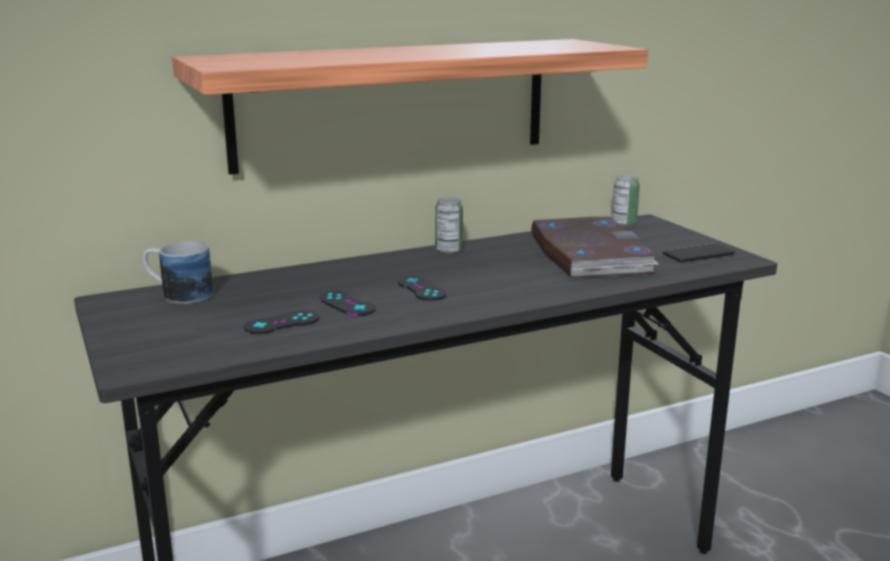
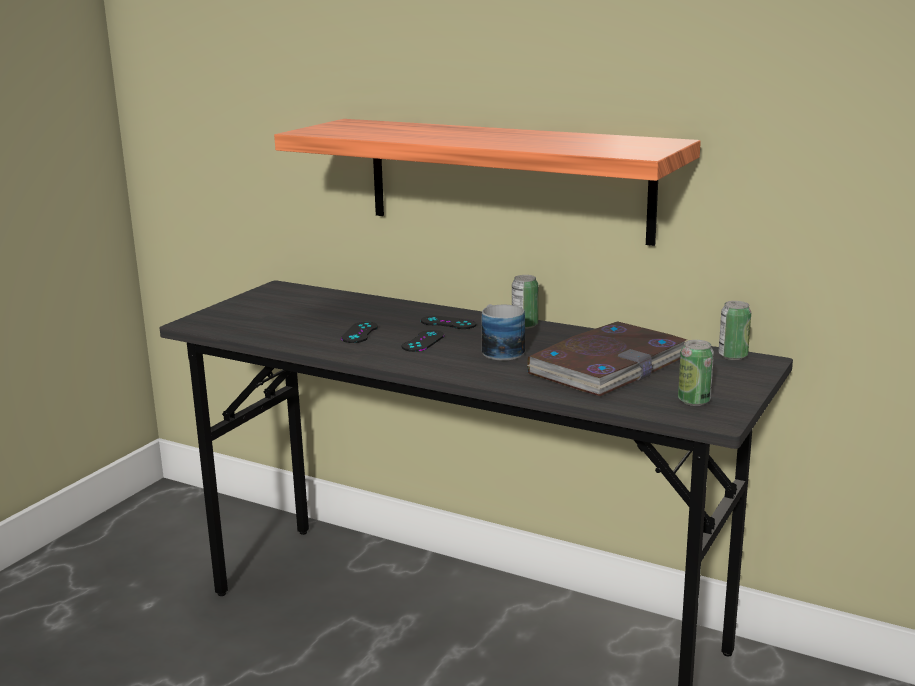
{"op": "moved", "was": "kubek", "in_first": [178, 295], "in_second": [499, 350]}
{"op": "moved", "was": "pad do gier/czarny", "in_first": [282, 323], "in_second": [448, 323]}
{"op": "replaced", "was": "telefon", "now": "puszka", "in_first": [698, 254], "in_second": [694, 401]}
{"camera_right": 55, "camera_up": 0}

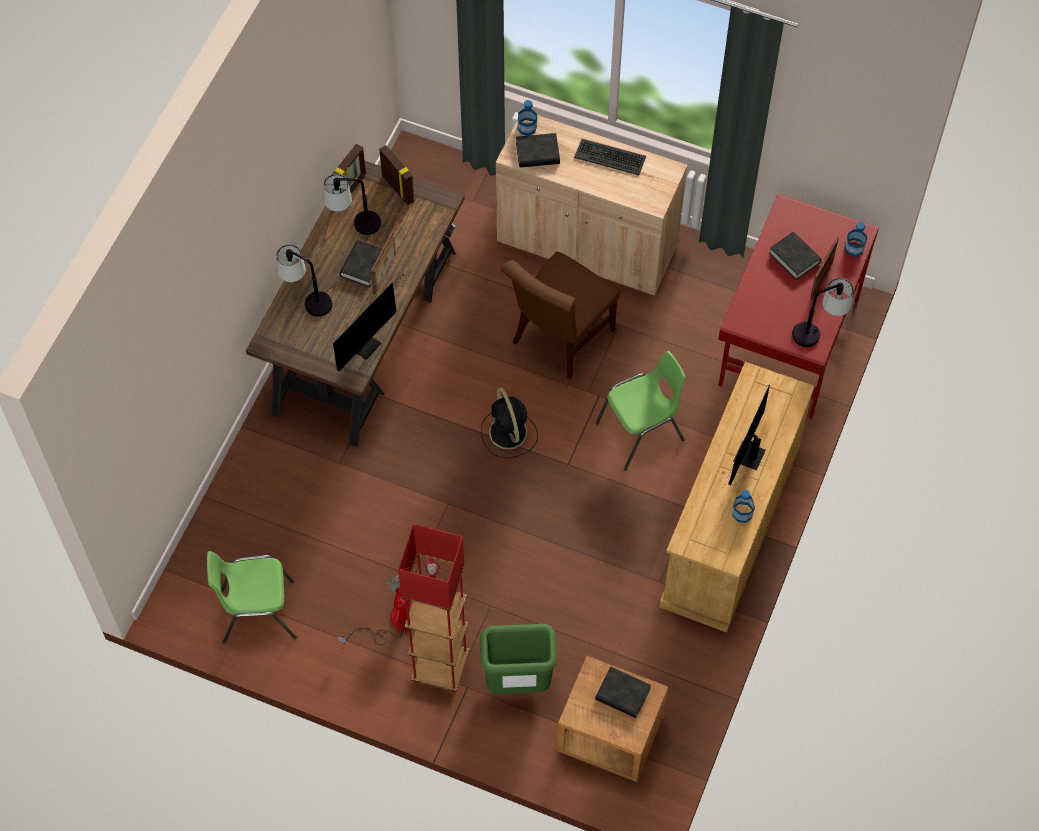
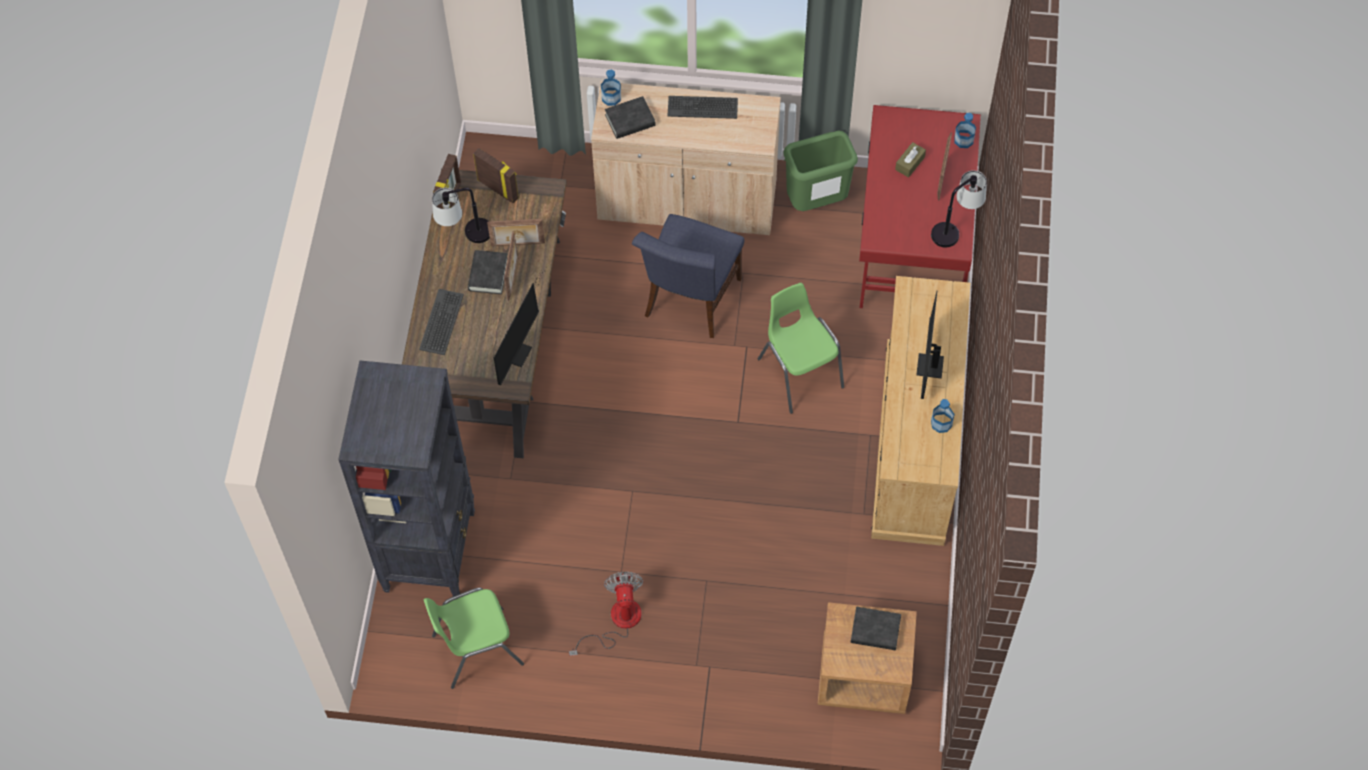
{"op": "replaced", "was": "lampa stołowa", "now": "klawiatura", "in_first": [306, 299], "in_second": [442, 322]}
{"op": "removed", "was": "lampa stojąca/czerwony", "in_first": [440, 667]}
{"op": "moved", "was": "kosz na śmieci/zielony", "in_first": [518, 683], "in_second": [816, 203]}
{"op": "removed", "was": "wentylator/czarny", "in_first": [508, 434]}
{"op": "recoloured", "was": "krzesło/brązowy", "now": "krzesło/niebieski", "in_first": [559, 340], "in_second": [690, 302]}
{"op": "turned", "was": "krzesło/zielony", "in_first": [641, 432], "in_second": [799, 372], "clockwise": -75}
{"op": "replaced", "was": "książka/czarny", "now": "pudełko chusteczek/brązowy", "in_first": [794, 258], "in_second": [910, 163]}
{"op": "added", "now": "regał/czarny", "in_second": [430, 550]}
{"op": "added", "now": "ramka na zdjęcie", "in_second": [518, 245]}
{"camera_right": -15, "camera_up": 0}

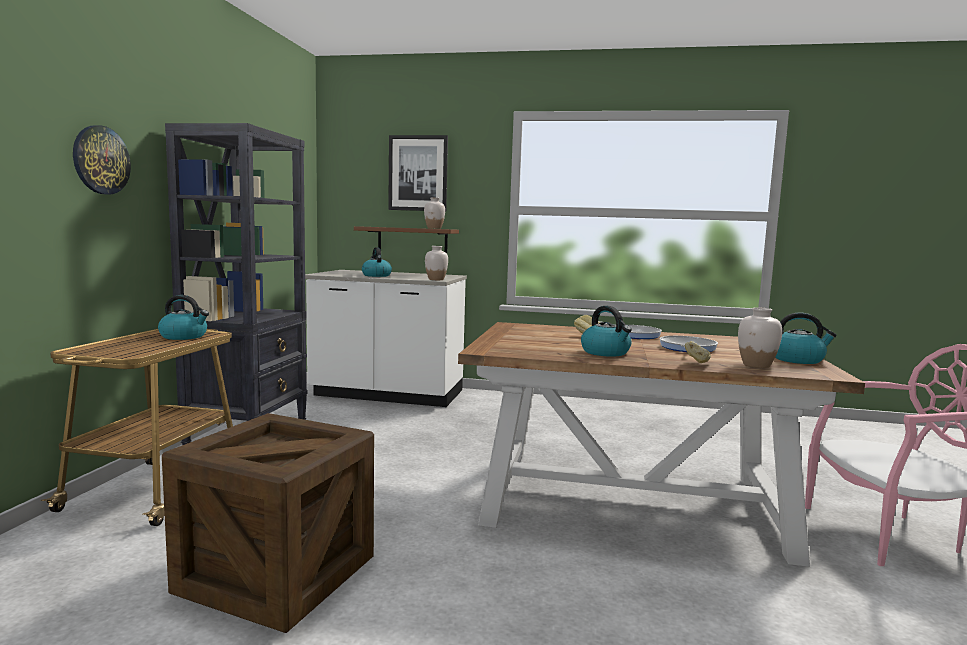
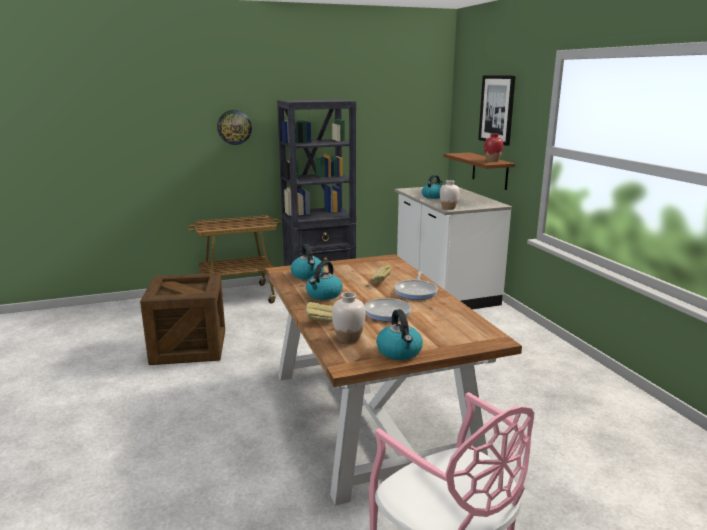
{"op": "moved", "was": "czajnik", "in_first": [184, 336], "in_second": [308, 275]}
{"op": "recoloured", "was": "wazon/biały", "now": "wazon/czerwony", "in_first": [434, 228], "in_second": [492, 161]}
{"camera_right": 60, "camera_up": 10}

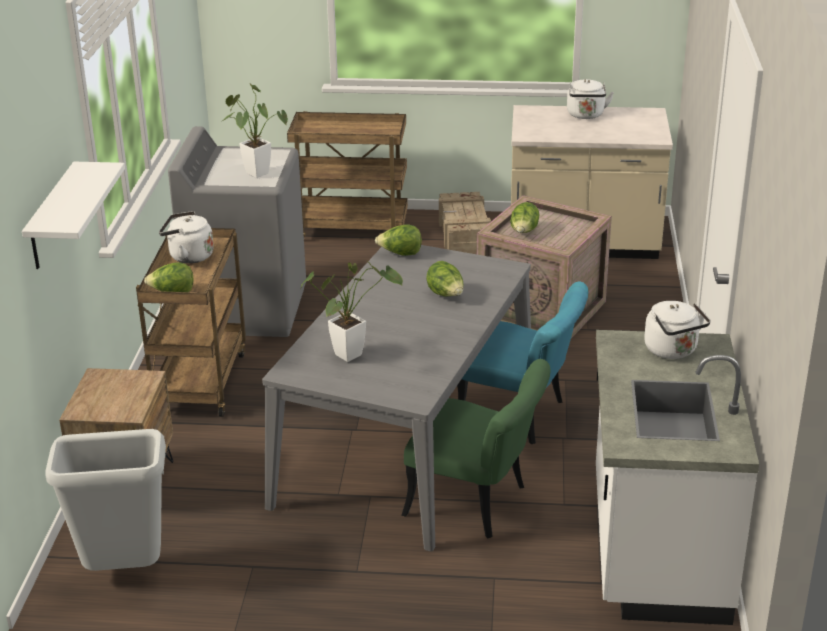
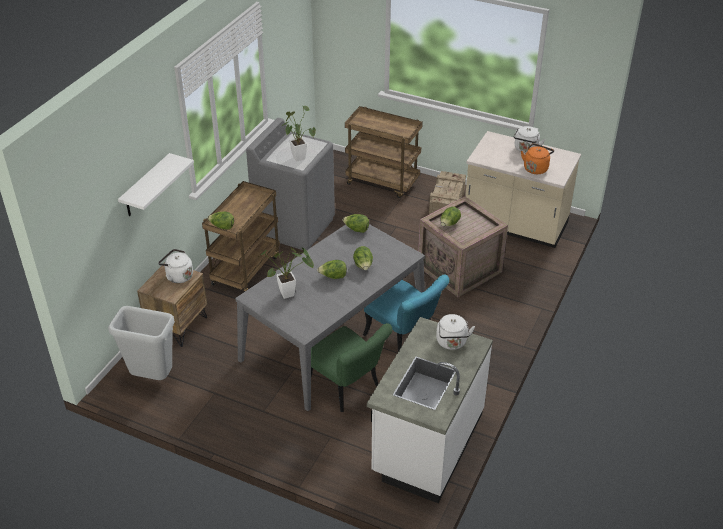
{"op": "moved", "was": "czajnik/biały", "in_first": [188, 256], "in_second": [178, 276]}
{"op": "added", "now": "sałata", "in_second": [333, 277]}
{"op": "added", "now": "czajnik/pomarańczowy", "in_second": [536, 168]}
{"camera_right": 20, "camera_up": 10}

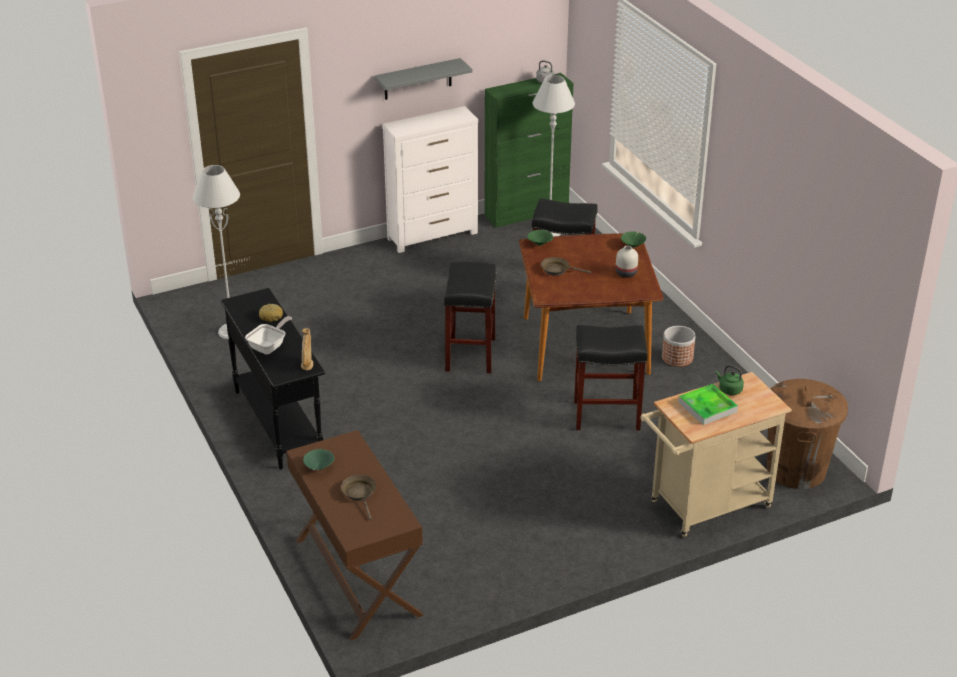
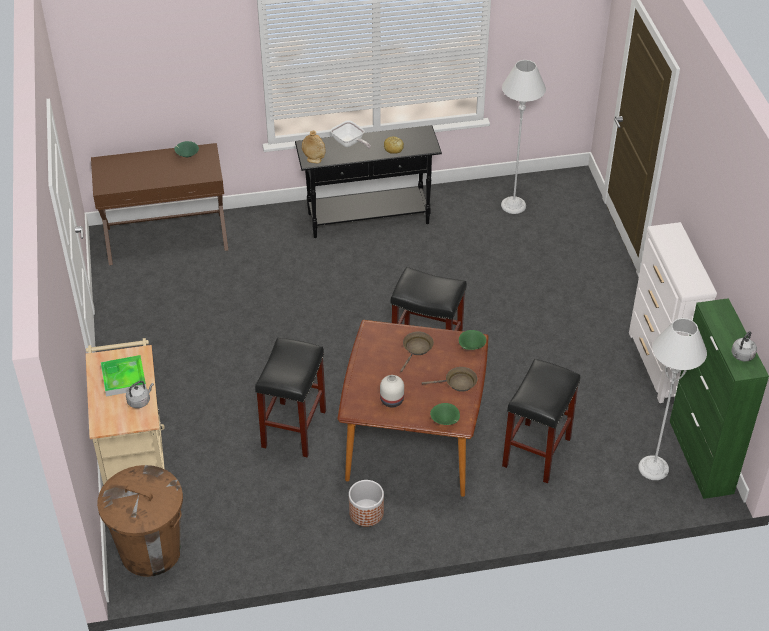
{"op": "moved", "was": "patelnia/brązowy", "in_first": [360, 494], "in_second": [458, 383]}
{"op": "removed", "was": "półka/szary", "in_first": [418, 79]}
{"op": "recoloured", "was": "czajnik/zielony", "now": "czajnik/szary", "in_first": [729, 390], "in_second": [140, 401]}
{"camera_right": 105, "camera_up": 10}

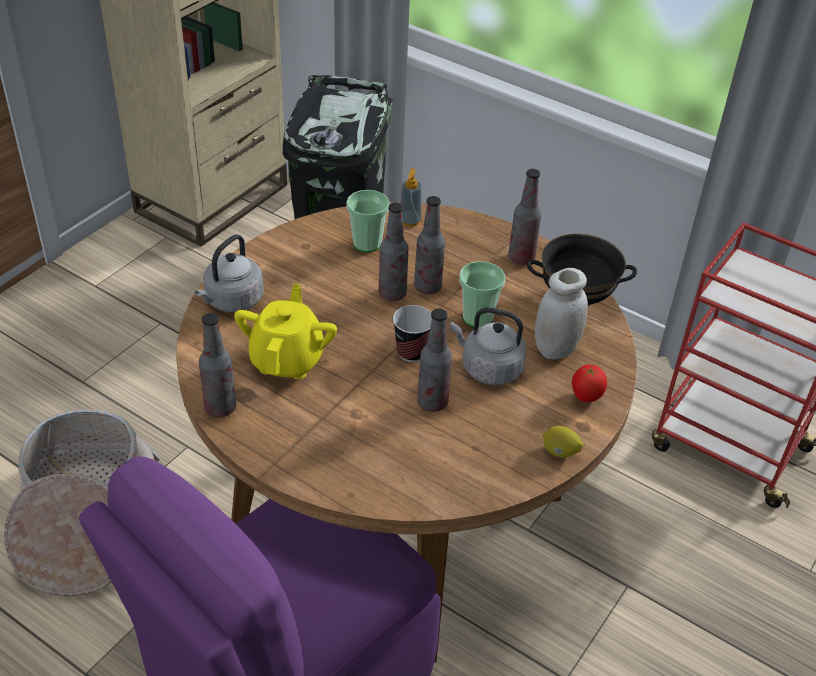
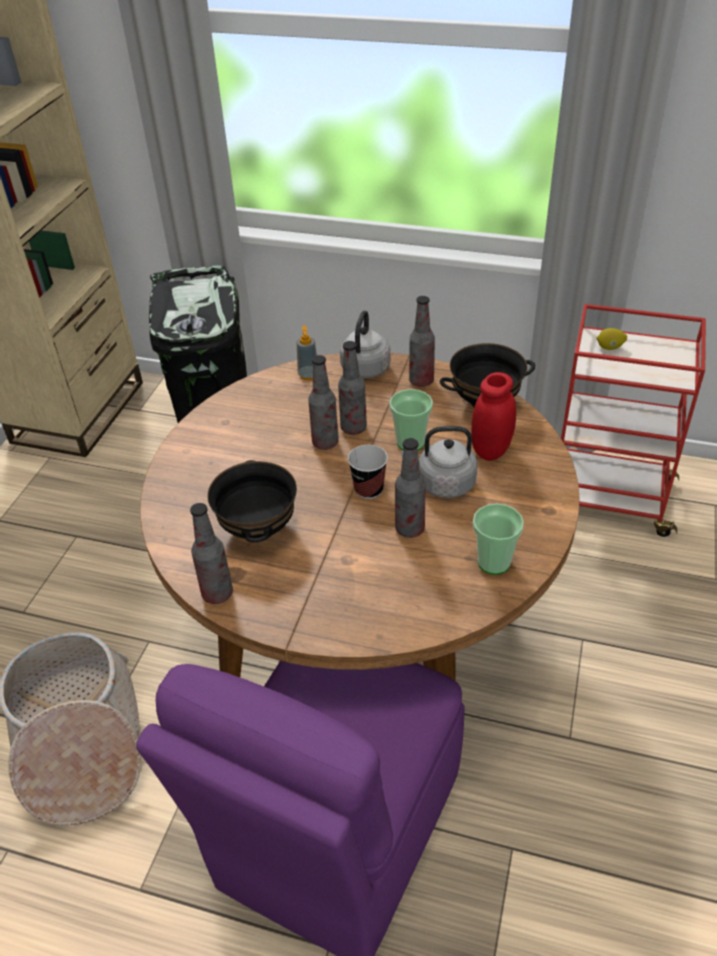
{"op": "moved", "was": "czajnik/szary", "in_first": [232, 301], "in_second": [364, 371]}
{"op": "replaced", "was": "imbryk/żółty", "now": "miska/czarny", "in_first": [287, 360], "in_second": [259, 529]}
{"op": "moved", "was": "filiżanka", "in_first": [367, 243], "in_second": [493, 562]}
{"op": "recoloured", "was": "słoik/biały", "now": "słoik/czerwony", "in_first": [556, 349], "in_second": [491, 450]}
{"op": "moved", "was": "cytryna", "in_first": [560, 452], "in_second": [609, 348]}
{"op": "removed", "was": "pomidor", "in_first": [585, 397]}
{"camera_right": -15, "camera_up": 0}

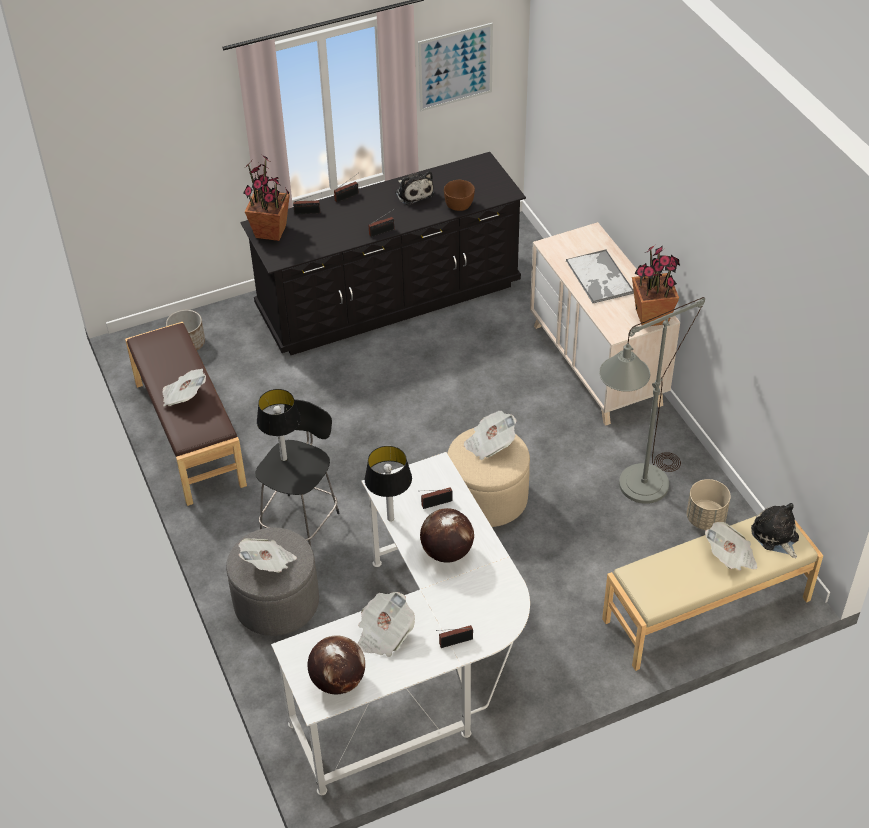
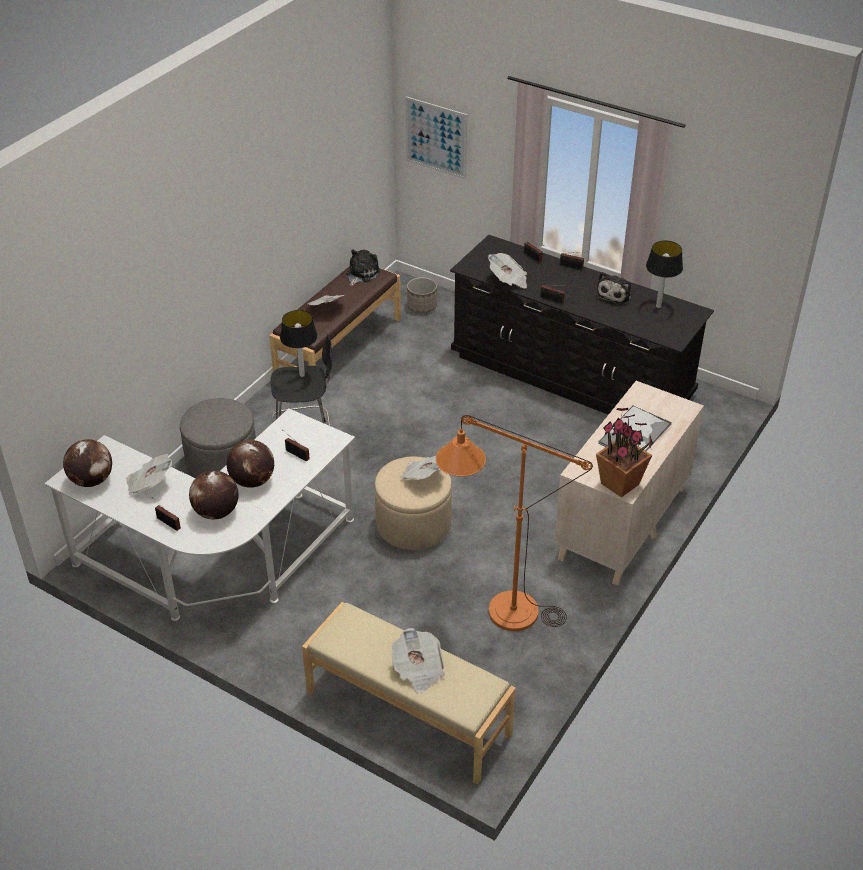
{"op": "moved", "was": "gazeta", "in_first": [269, 563], "in_second": [508, 280]}
{"op": "removed", "was": "roślina doniczkowa", "in_first": [271, 232]}
{"op": "moved", "was": "lampa stołowa", "in_first": [390, 518], "in_second": [658, 306]}
{"op": "moved", "was": "obraz", "in_first": [455, 67], "in_second": [436, 137]}
{"op": "removed", "was": "miska/brązowy", "in_first": [459, 205]}
{"op": "recoloured", "was": "lampa stojąca/szary", "now": "lampa stojąca/pomarańczowy", "in_first": [634, 493], "in_second": [498, 610]}
{"op": "removed", "was": "donica/beżowy", "in_first": [705, 519]}
{"op": "moved", "was": "pluszak", "in_first": [776, 536], "in_second": [361, 274]}
{"op": "added", "now": "globus", "in_second": [216, 512]}
{"camera_right": 55, "camera_up": -5}

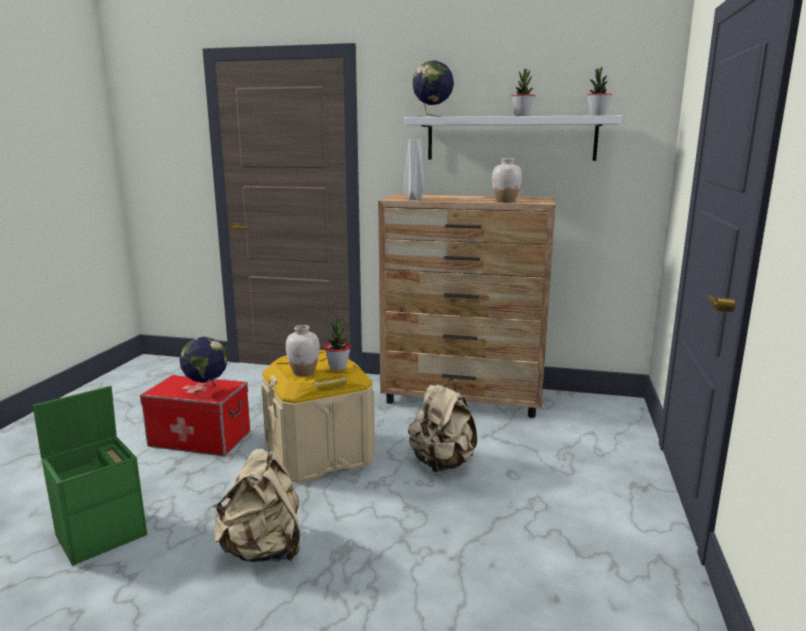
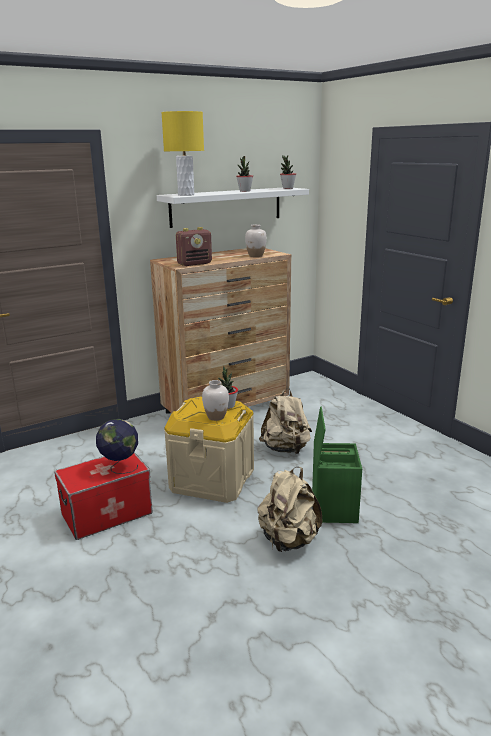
{"op": "moved", "was": "pojemnik do przechowywania/zielony", "in_first": [103, 534], "in_second": [333, 507]}
{"op": "replaced", "was": "wazon/szary", "now": "radio", "in_first": [414, 199], "in_second": [195, 264]}
{"op": "replaced", "was": "globus", "now": "lampa stołowa/żółty", "in_first": [432, 116], "in_second": [186, 195]}
{"camera_right": -45, "camera_up": 5}

